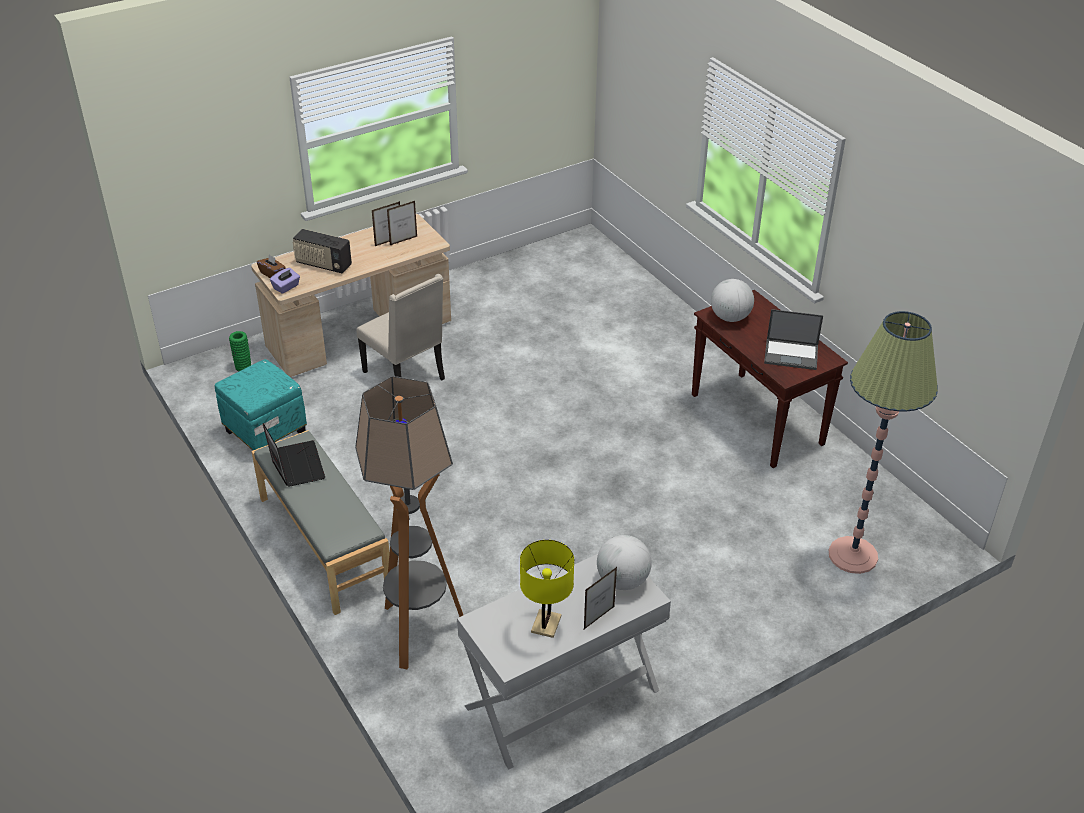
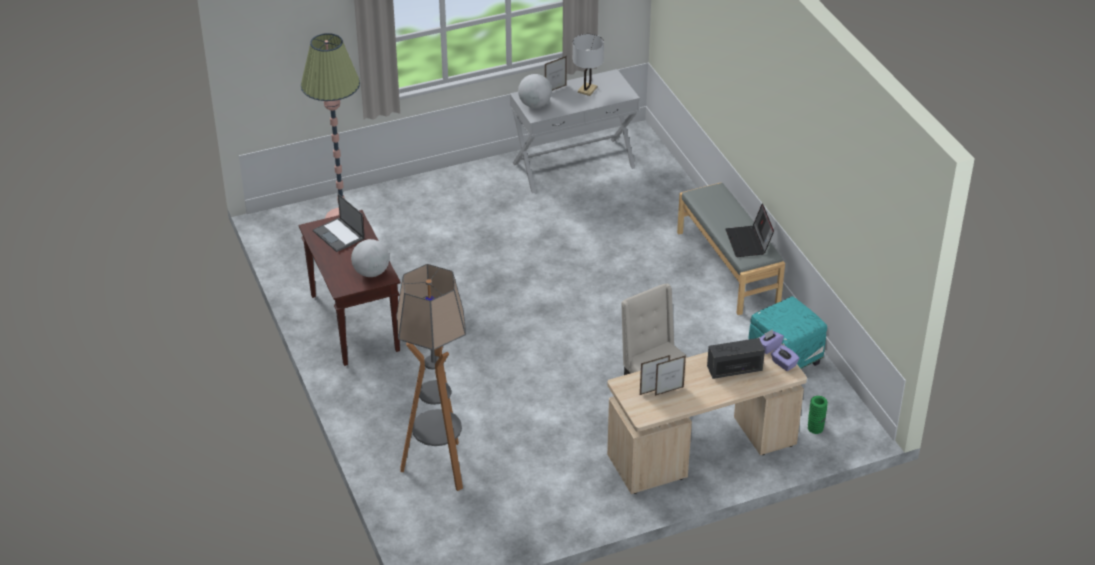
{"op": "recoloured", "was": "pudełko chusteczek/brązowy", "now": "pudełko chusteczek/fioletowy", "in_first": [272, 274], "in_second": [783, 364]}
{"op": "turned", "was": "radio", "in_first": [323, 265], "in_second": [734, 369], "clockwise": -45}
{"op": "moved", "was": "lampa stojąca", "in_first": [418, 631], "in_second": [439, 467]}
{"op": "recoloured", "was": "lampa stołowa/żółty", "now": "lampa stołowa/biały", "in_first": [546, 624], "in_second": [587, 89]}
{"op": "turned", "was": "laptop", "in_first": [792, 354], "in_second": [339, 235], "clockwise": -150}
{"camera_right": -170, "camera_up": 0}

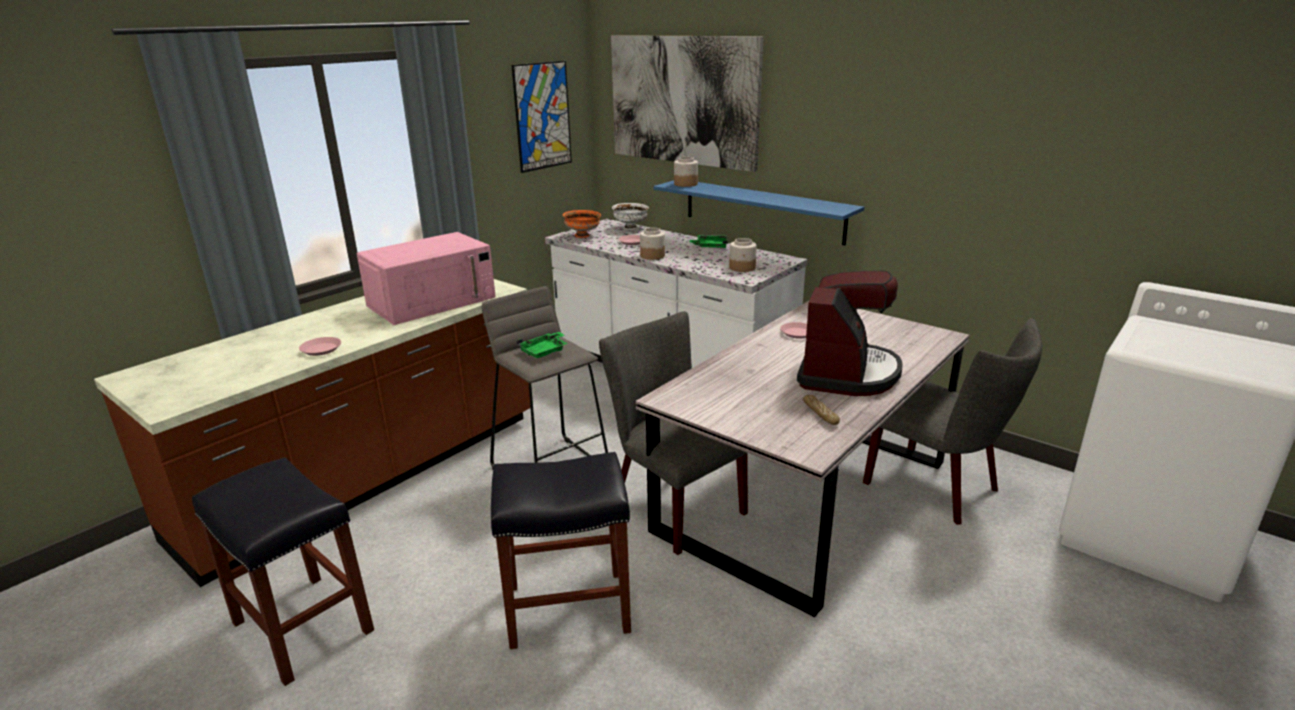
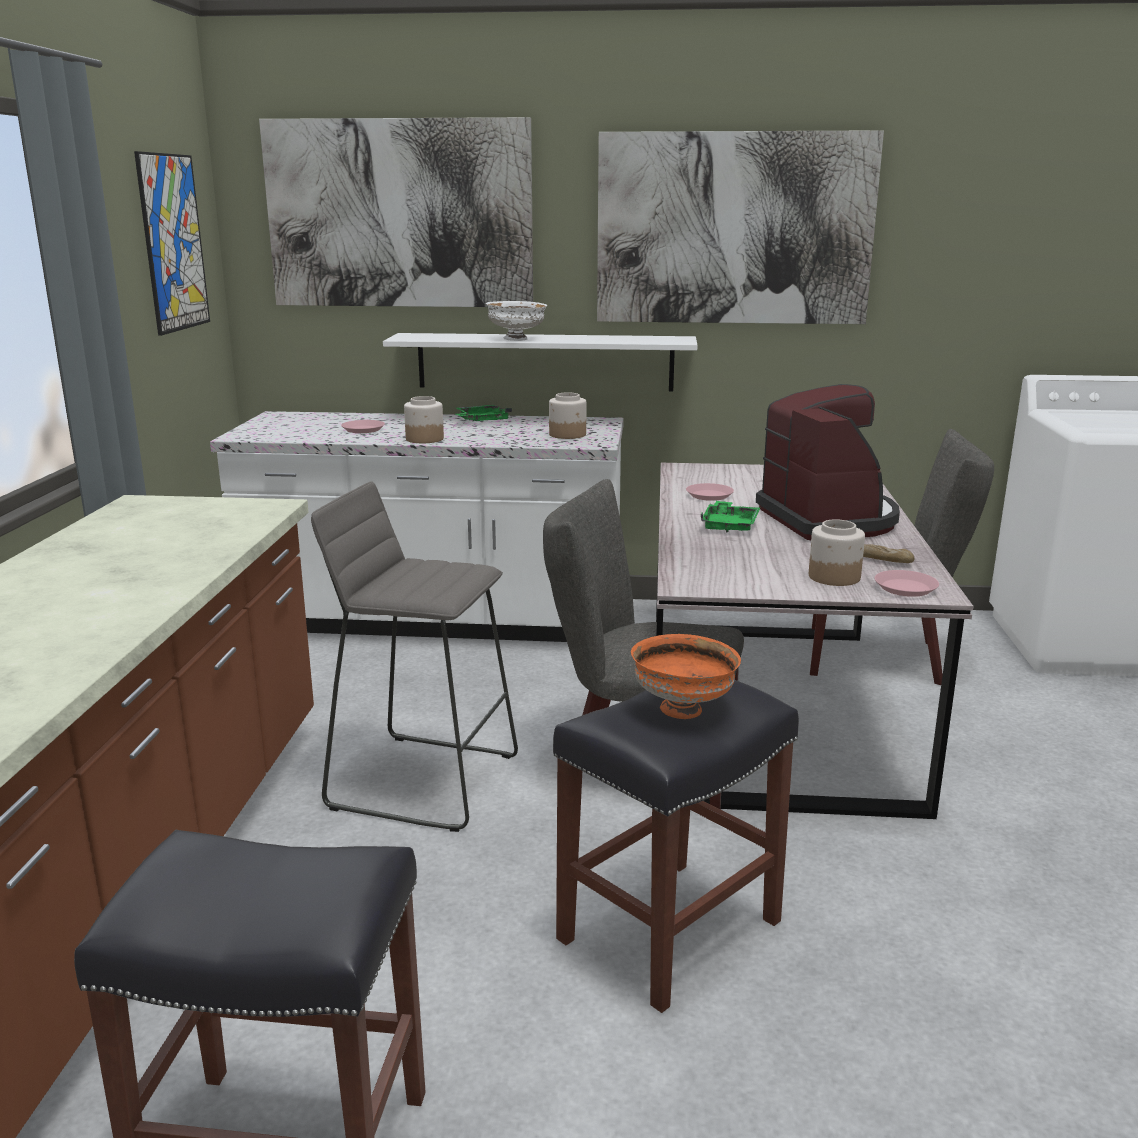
{"op": "moved", "was": "talerz/różowy", "in_first": [321, 349], "in_second": [905, 588]}
{"op": "removed", "was": "mikrofalówka/różowy", "in_first": [432, 301]}
{"op": "moved", "was": "taca/zielony", "in_first": [544, 351], "in_second": [729, 526]}
{"op": "moved", "was": "miska/pomarańczowy", "in_first": [583, 235], "in_second": [683, 709]}
{"op": "moved", "was": "miska/biały", "in_first": [631, 228], "in_second": [517, 339]}
{"op": "recoloured", "was": "półka/niebieski", "now": "półka/biały", "in_first": [762, 210], "in_second": [545, 362]}
{"op": "moved", "was": "słoik", "in_first": [685, 184], "in_second": [833, 577]}
{"op": "added", "now": "obraz", "in_second": [734, 229]}
{"camera_right": -35, "camera_up": -5}

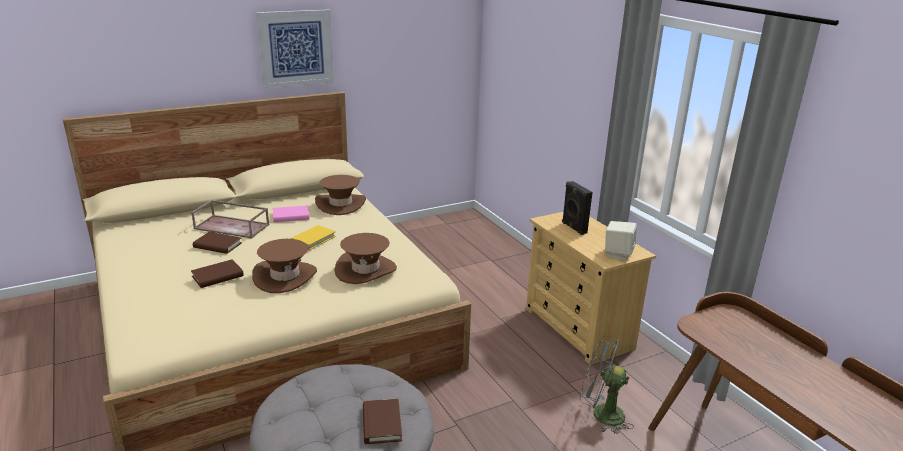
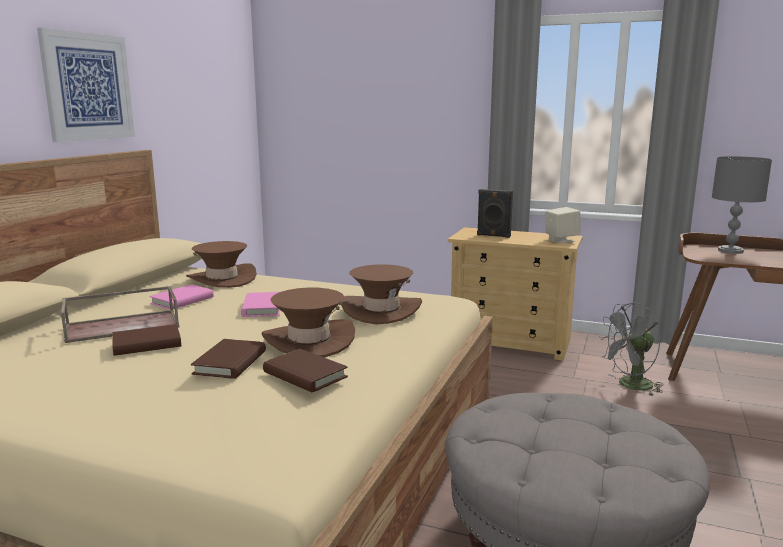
{"op": "recoloured", "was": "książka/żółty", "now": "książka/różowy", "in_first": [313, 239], "in_second": [262, 308]}
{"op": "moved", "was": "książka/brązowy", "in_first": [381, 424], "in_second": [305, 375]}
{"op": "added", "now": "lampa stołowa/szary", "in_second": [731, 251]}
{"camera_right": -40, "camera_up": -10}

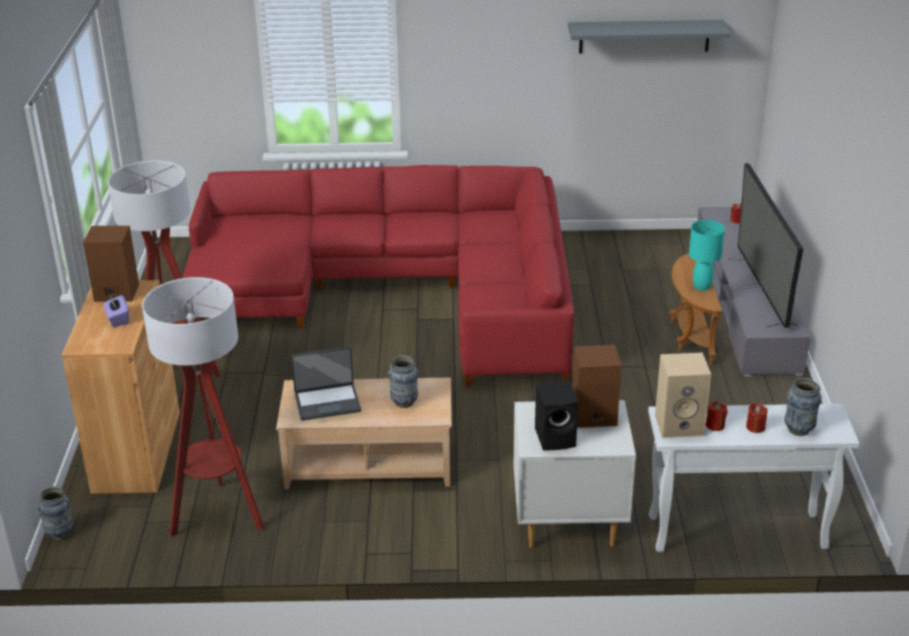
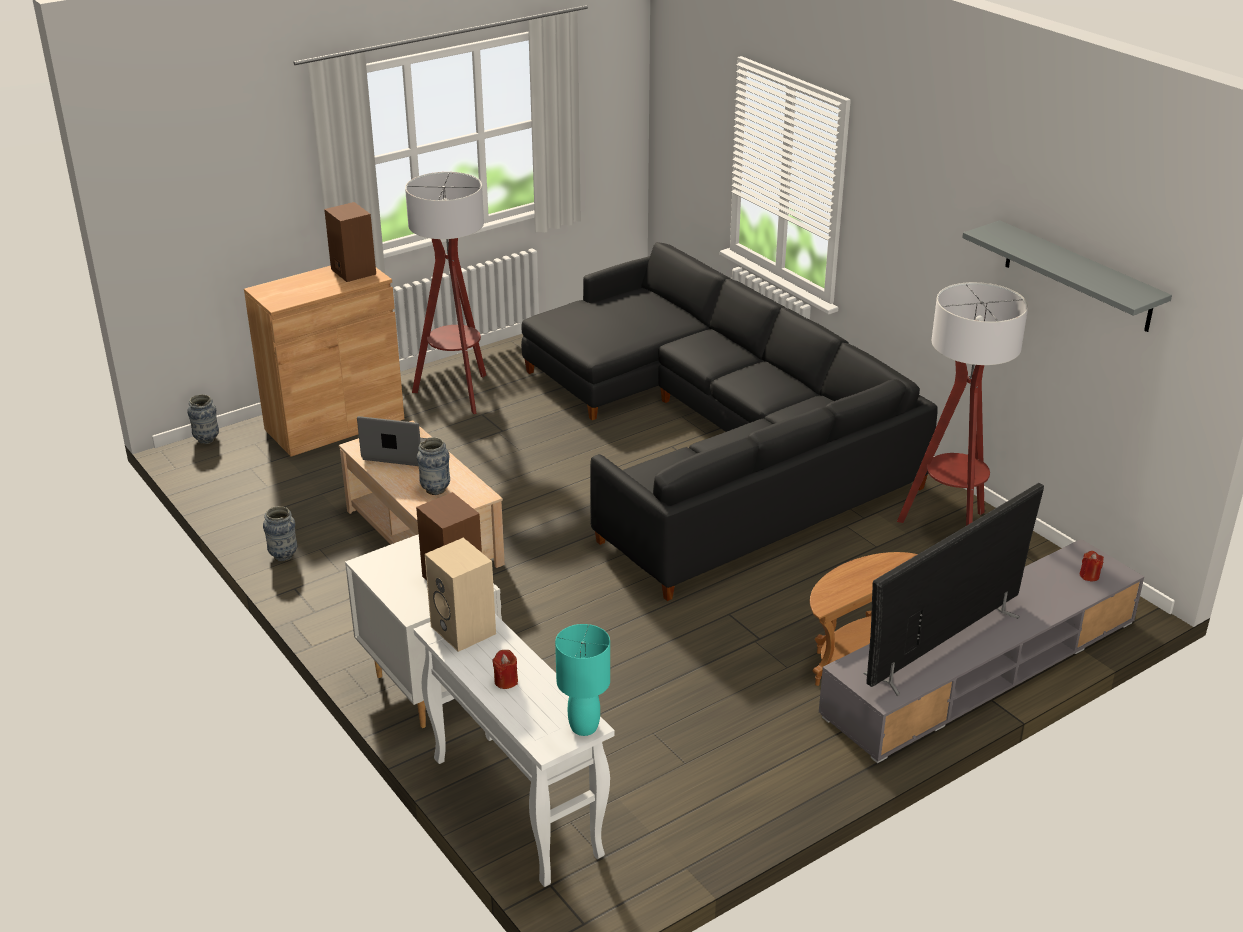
{"op": "removed", "was": "pudełko chusteczek/fioletowy", "in_first": [117, 319]}
{"op": "moved", "was": "lampa stojąca", "in_first": [218, 515], "in_second": [949, 531]}
{"op": "recoloured", "was": "kanapa/czerwony", "now": "kanapa/czarny", "in_first": [397, 291], "in_second": [713, 441]}
{"op": "turned", "was": "laptop", "in_first": [327, 402], "in_second": [398, 453], "clockwise": 150}
{"op": "removed", "was": "głośnik/czarny", "in_first": [557, 437]}
{"op": "moved", "was": "lampa stołowa/turkusowy", "in_first": [701, 286], "in_second": [583, 726]}
{"op": "removed", "was": "świeca/czerwony", "in_first": [715, 425]}
{"op": "moved", "was": "wazon", "in_first": [798, 430], "in_second": [283, 556]}
{"camera_right": 55, "camera_up": 0}

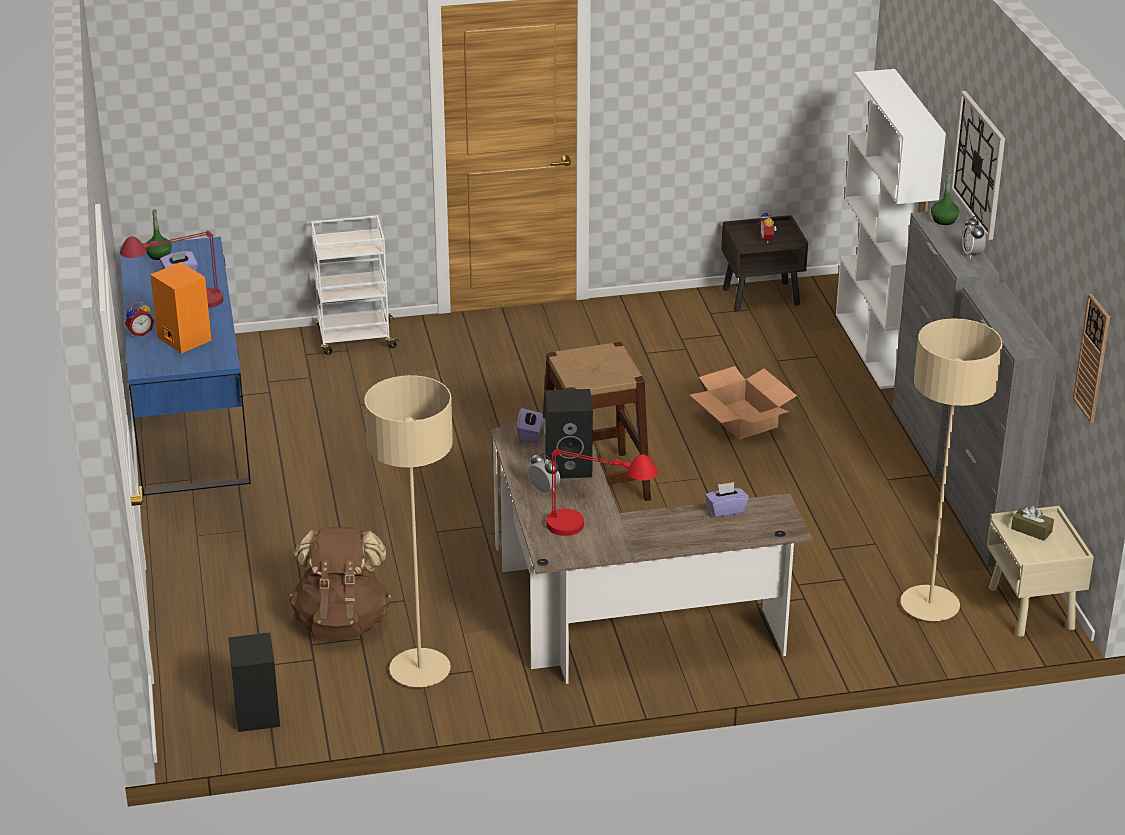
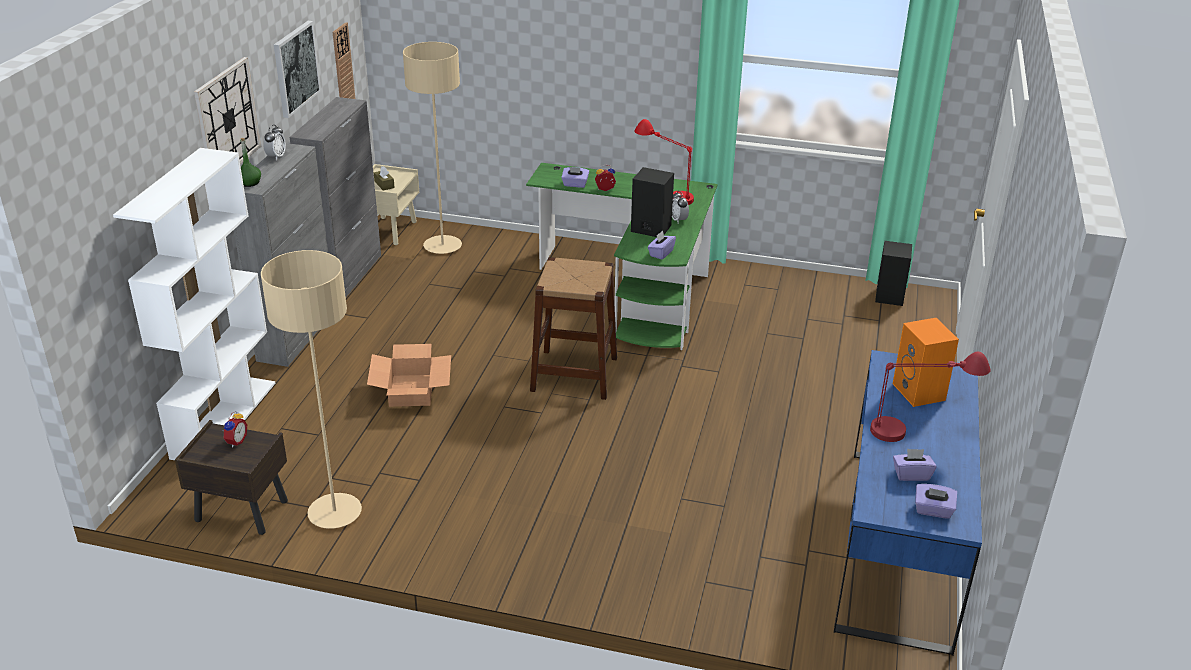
{"op": "moved", "was": "budzik", "in_first": [140, 332], "in_second": [605, 190]}
{"op": "replaced", "was": "butelka/zielony", "now": "pudełko chusteczek/fioletowy", "in_first": [159, 255], "in_second": [933, 511]}
{"op": "removed", "was": "plecak/brązowy", "in_first": [342, 622]}
{"op": "removed", "was": "wózek/biały", "in_first": [355, 339]}
{"op": "moved", "was": "lampa stojąca/beżowy", "in_first": [420, 670], "in_second": [335, 513]}
{"op": "recoloured", "was": "biurko/brązowy", "now": "biurko/zielony", "in_first": [611, 616], "in_second": [636, 289]}
{"op": "added", "now": "obraz", "in_second": [295, 68]}
{"camera_right": -155, "camera_up": 0}

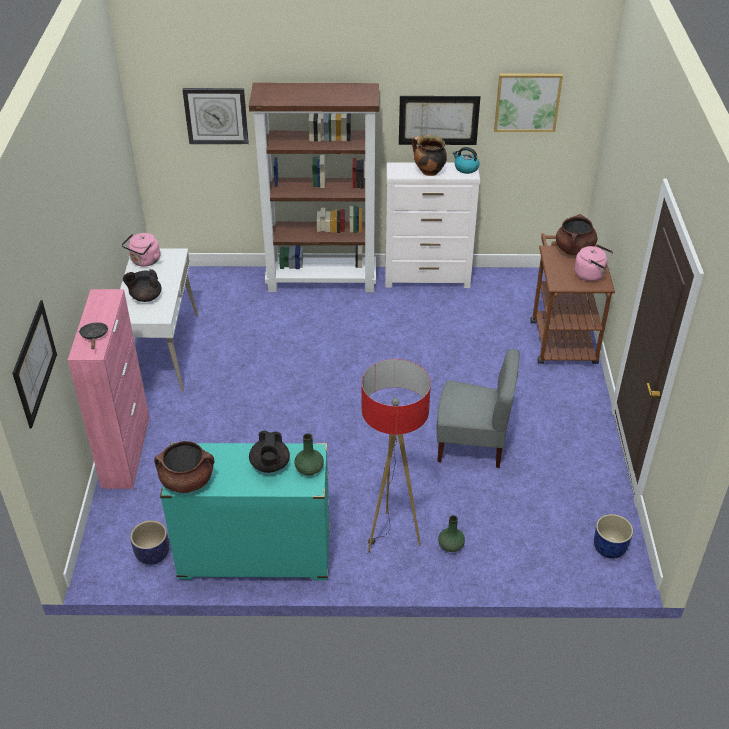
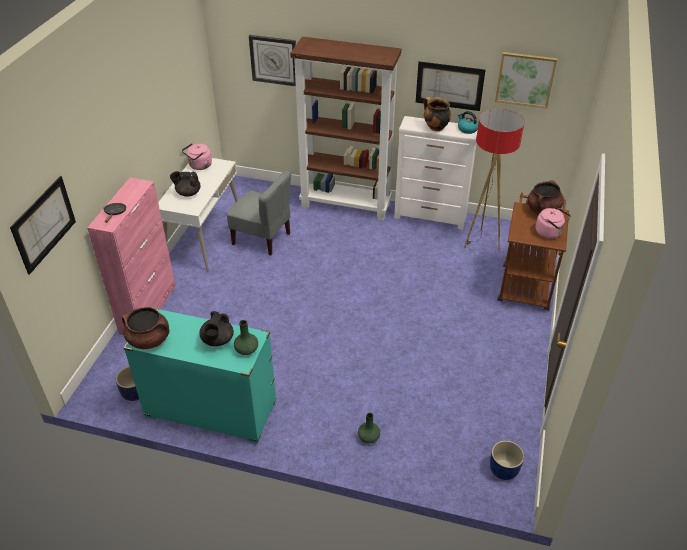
{"op": "moved", "was": "lampa stojąca", "in_first": [391, 536], "in_second": [481, 242]}
{"op": "moved", "was": "krzesło/szary", "in_first": [472, 444], "in_second": [262, 238]}
{"camera_right": 15, "camera_up": 0}

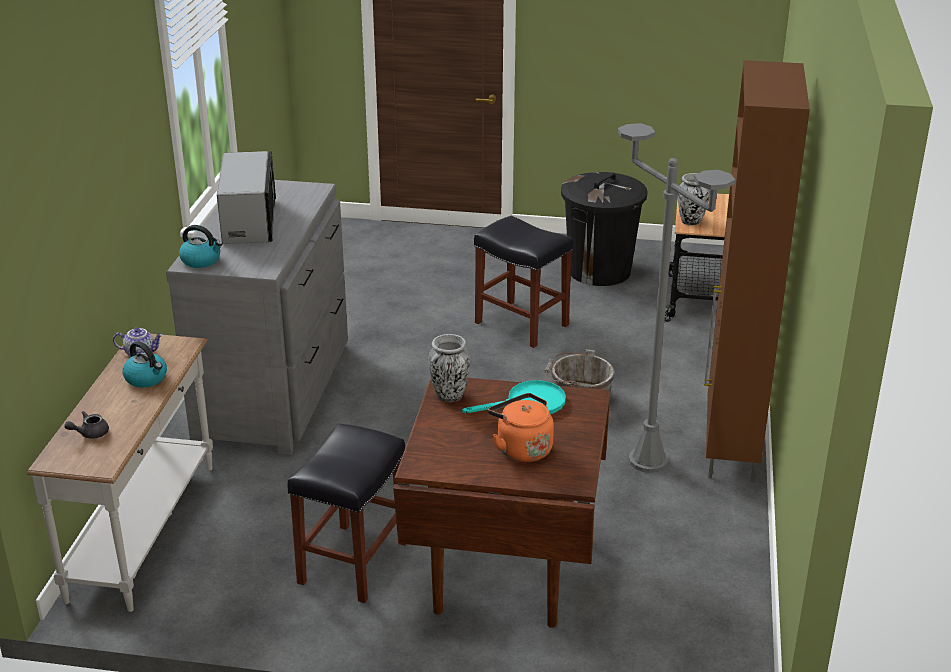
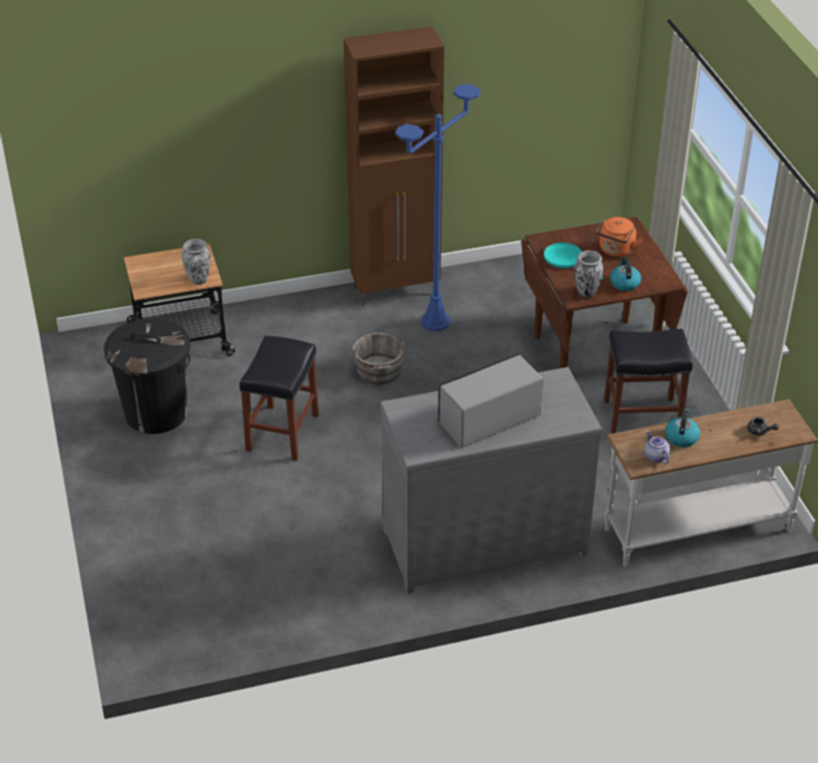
{"op": "moved", "was": "czajnik", "in_first": [201, 260], "in_second": [624, 283]}
{"op": "recoloured", "was": "lampa stojąca/szary", "now": "lampa stojąca/niebieski", "in_first": [648, 460], "in_second": [435, 322]}
{"camera_right": -115, "camera_up": 10}

